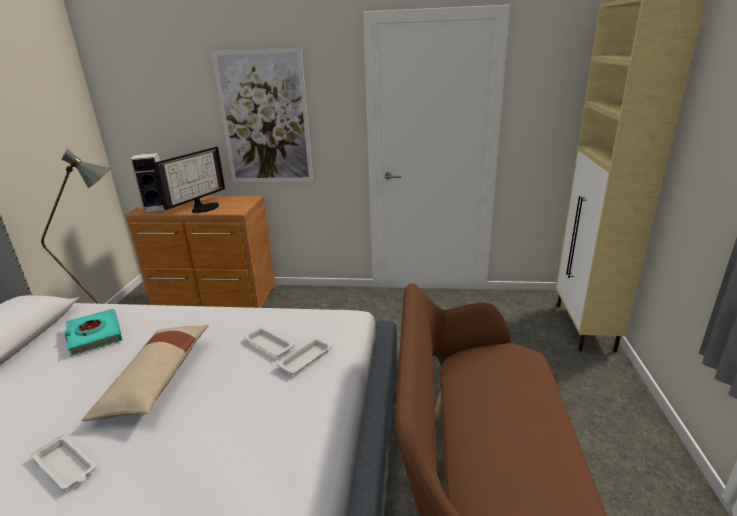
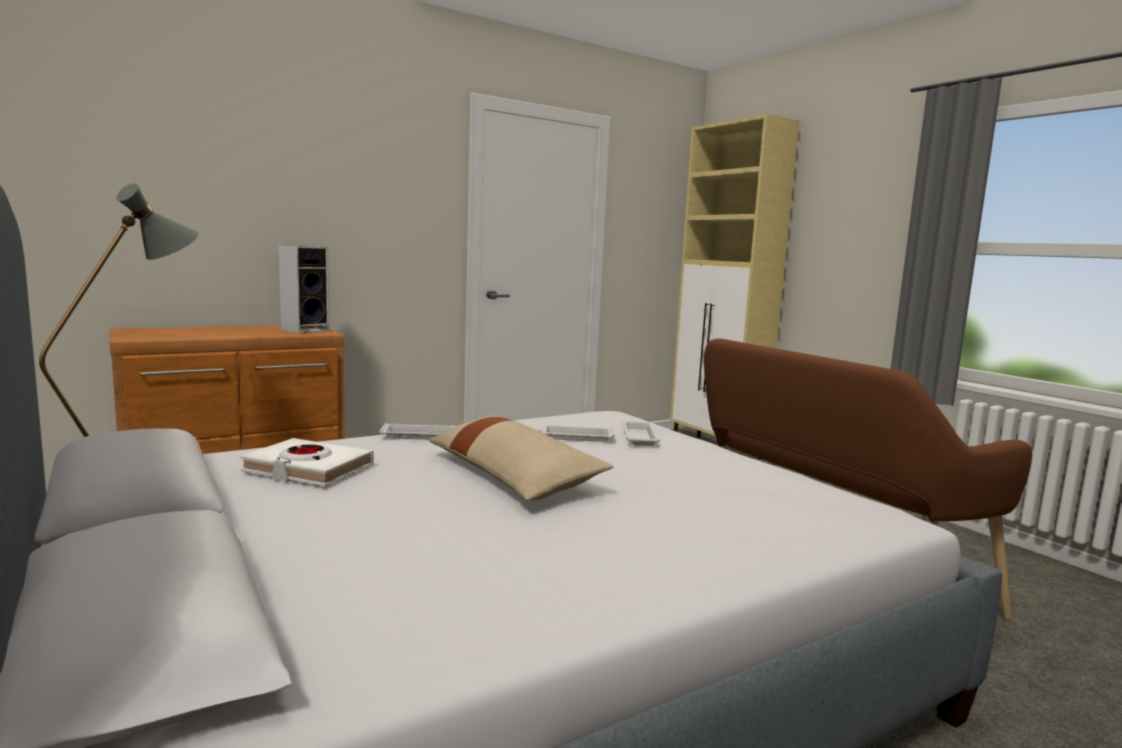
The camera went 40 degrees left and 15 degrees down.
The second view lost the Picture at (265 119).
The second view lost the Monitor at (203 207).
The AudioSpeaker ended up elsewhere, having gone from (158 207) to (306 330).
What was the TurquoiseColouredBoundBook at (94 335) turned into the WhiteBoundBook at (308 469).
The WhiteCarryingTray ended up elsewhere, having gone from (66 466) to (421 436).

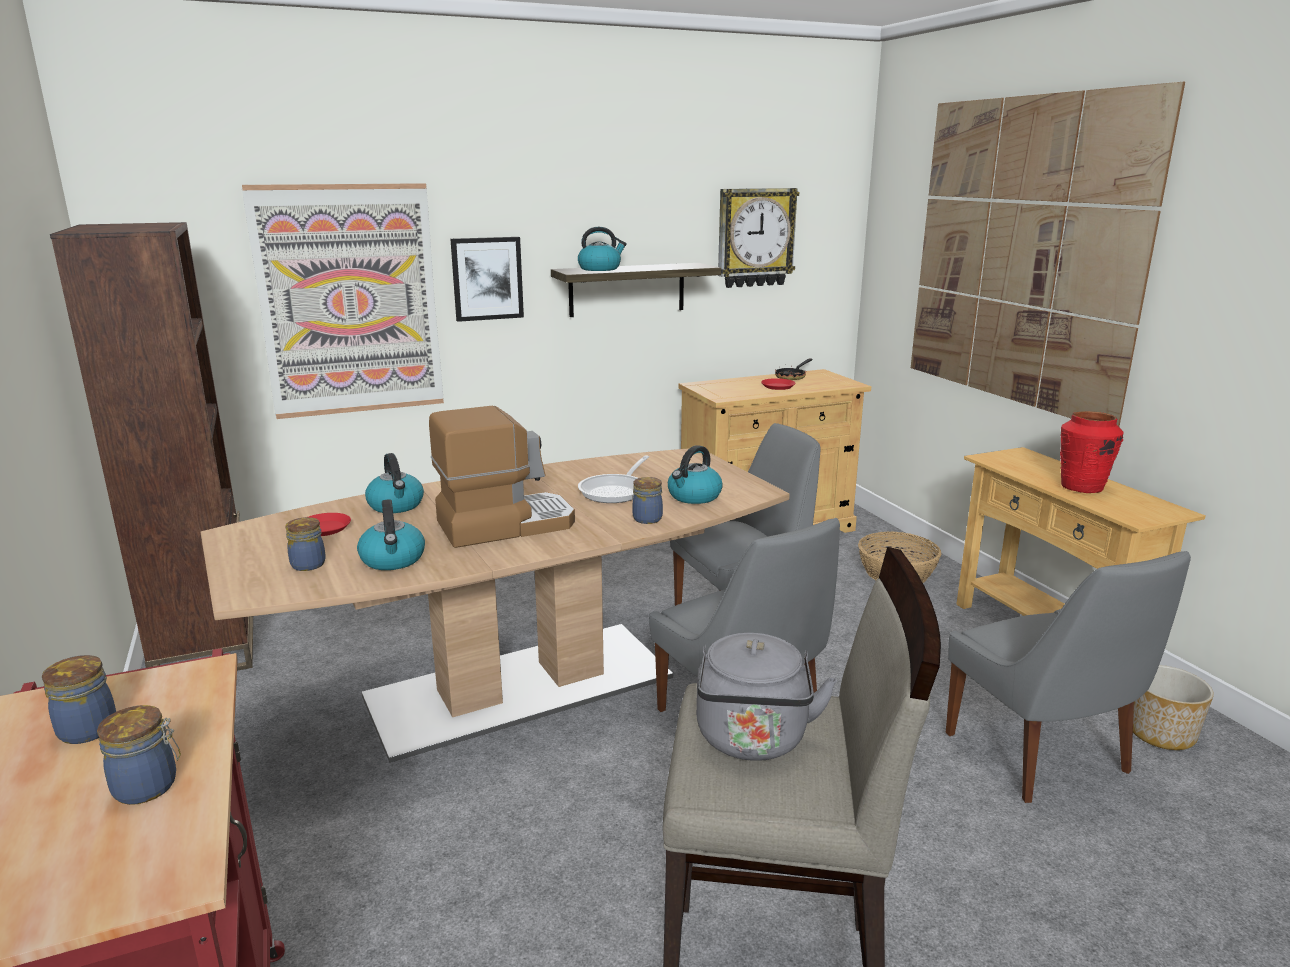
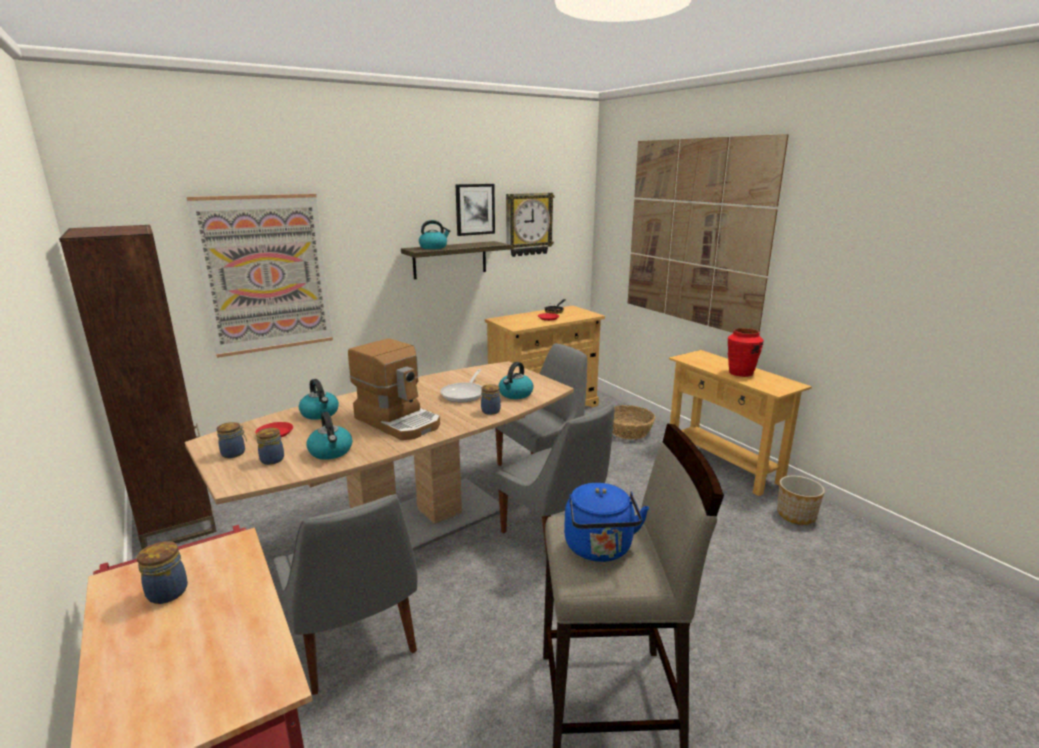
The camera went 10 degrees left and 0 degrees up.
The Picture ended up elsewhere, having gone from (487 278) to (475 209).
The CoffeeMaker at (505 524) ended up facing another way, 75 degrees clockwise from before.
The GreyChair ended up elsewhere, having gone from (1040 756) to (355 645).
What was the GreyTeaKettle at (752 741) turned into the BluishTeaKettle at (600 549).
The PreserveJar ended up elsewhere, having gone from (148 787) to (234 453).

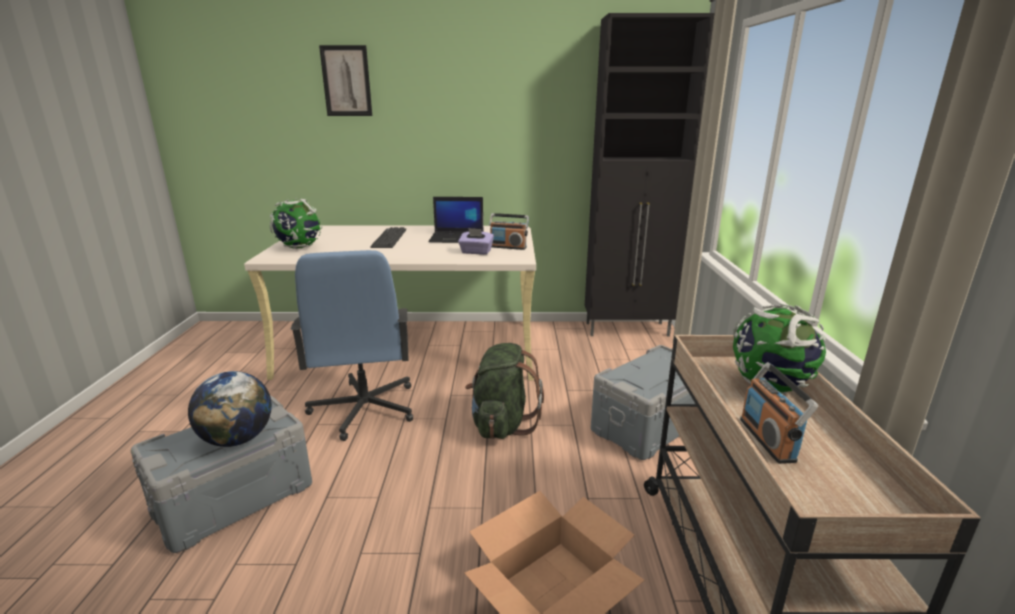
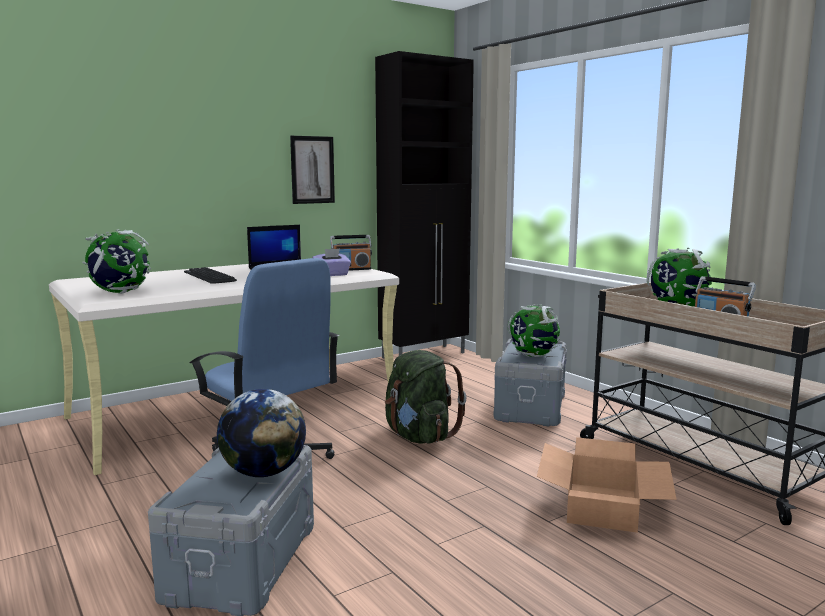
The camera went 35 degrees left and 10 degrees down.
The Picture ended up elsewhere, having gone from (346 81) to (312 170).
The second view gained the WorldGlobe at (533 356).

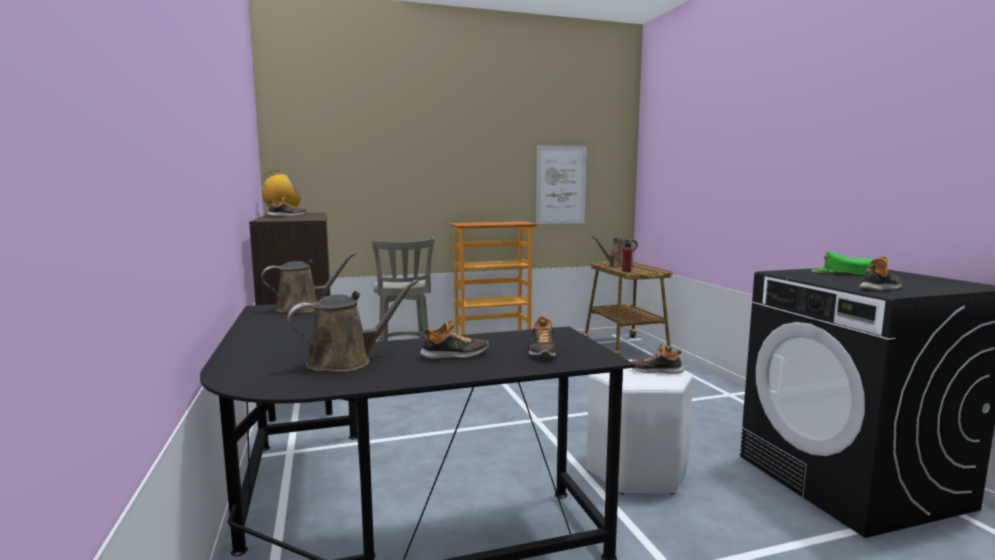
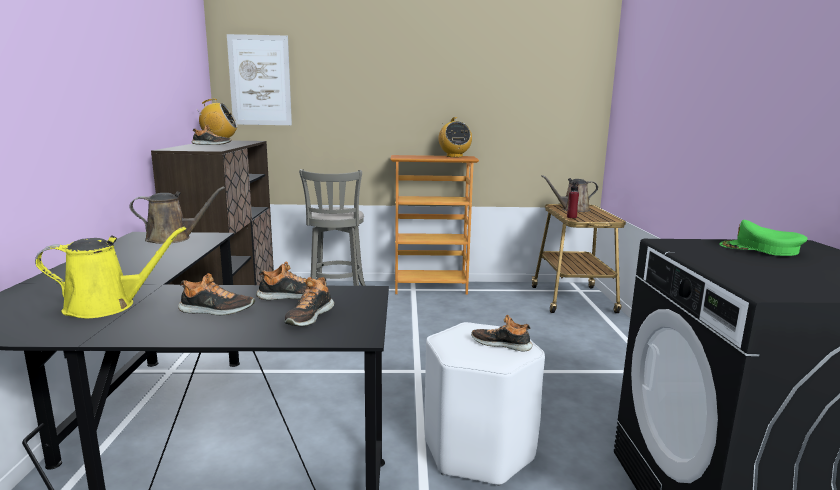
The camera went 15 degrees right and 5 degrees up.
The Picture ended up elsewhere, having gone from (561 185) to (260 80).
The Shoe ended up elsewhere, having gone from (880 288) to (292 296).
What was the BrownishSprinklingCan at (346 362) turned into the YellowishSprinklingCan at (107 306).
The second view gained the RadioReceiver at (454 156).

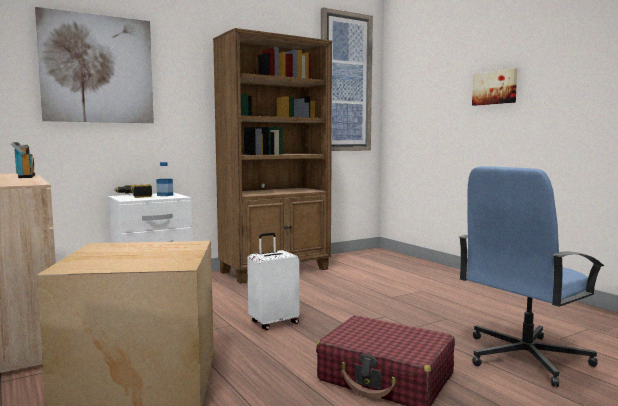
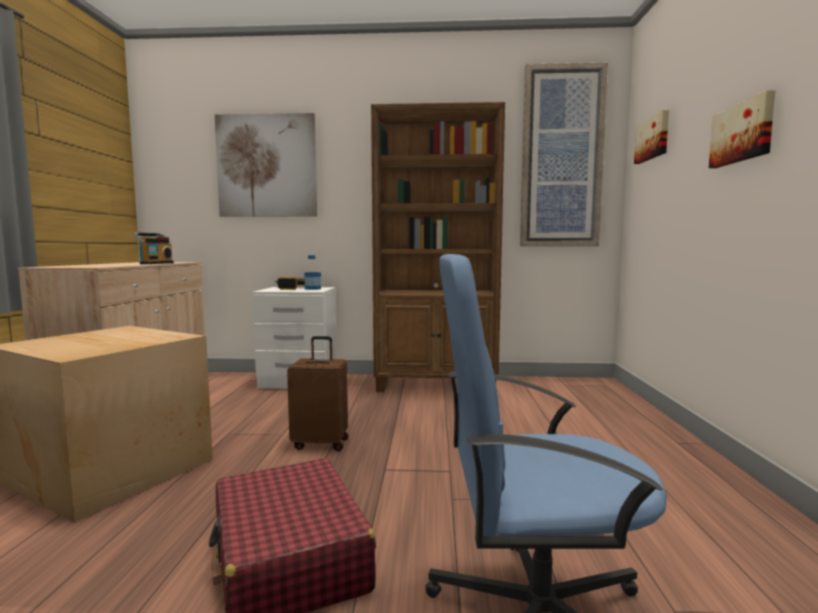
The camera went 35 degrees right and 0 degrees up.
What was the WhiteSuitcase at (273 323) turned into the BrownishSuitcase at (321 443).
The second view gained the Picture at (653 138).

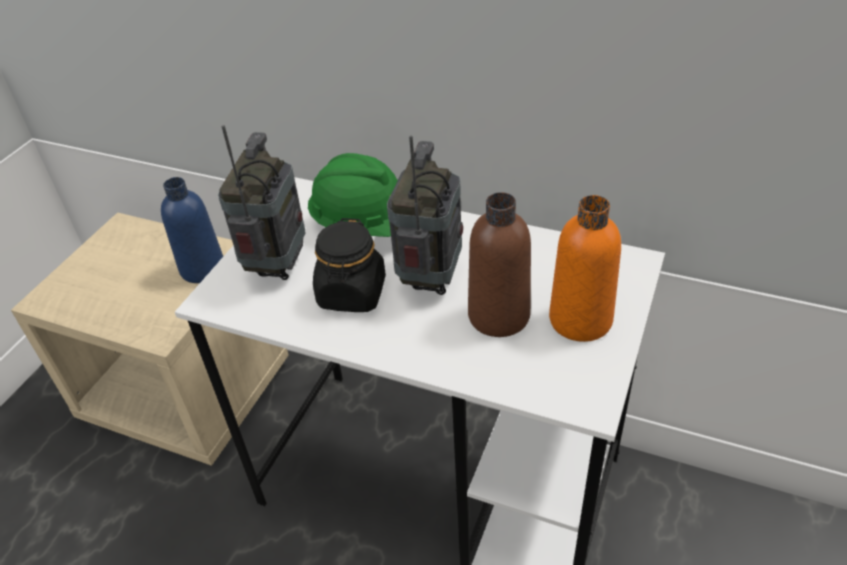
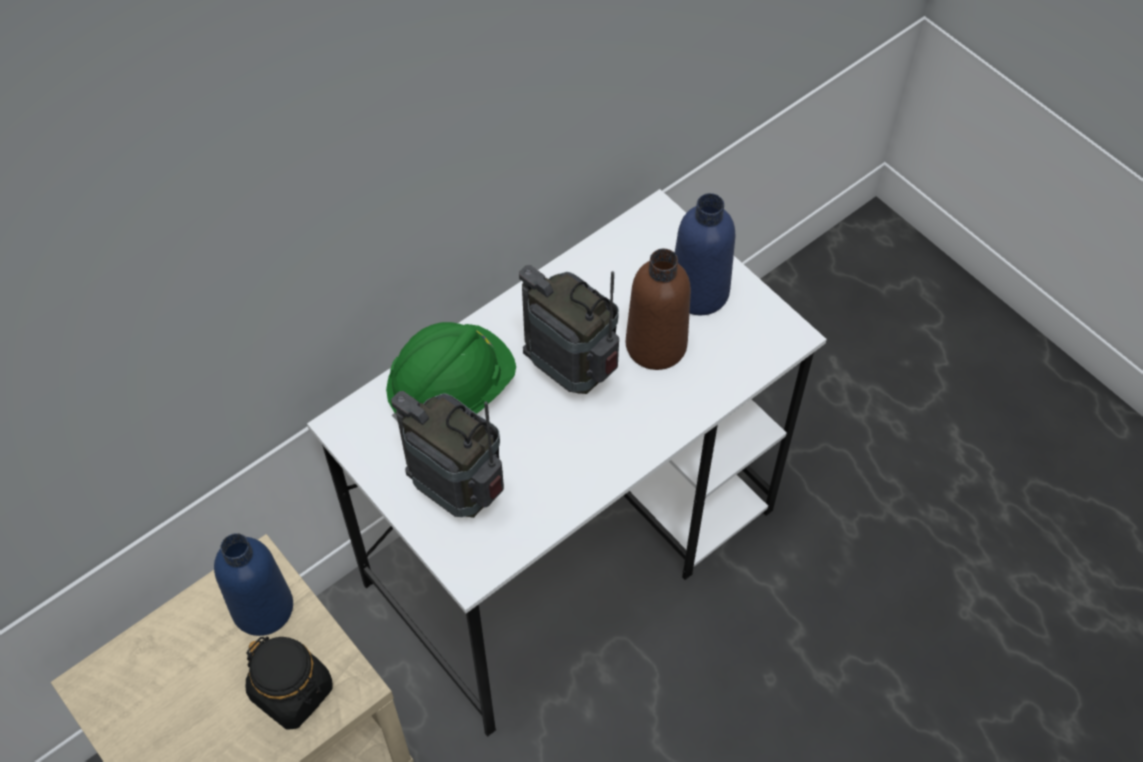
The camera went 65 degrees left and 15 degrees up.
What was the OrangeColouredBeverageBottle at (580 320) turned into the BluishBeverageBottle at (699 292).
The BlackishPreserveJar ended up elsewhere, having gone from (352 293) to (292 692).

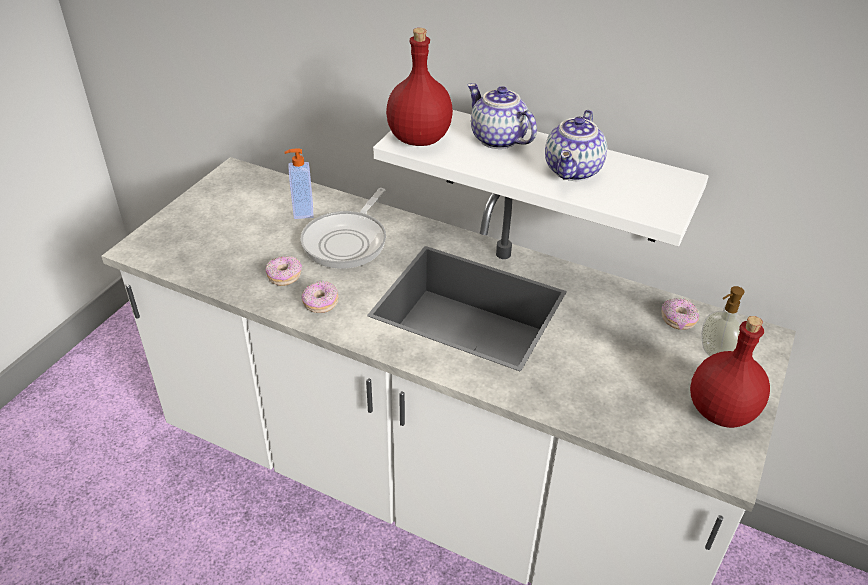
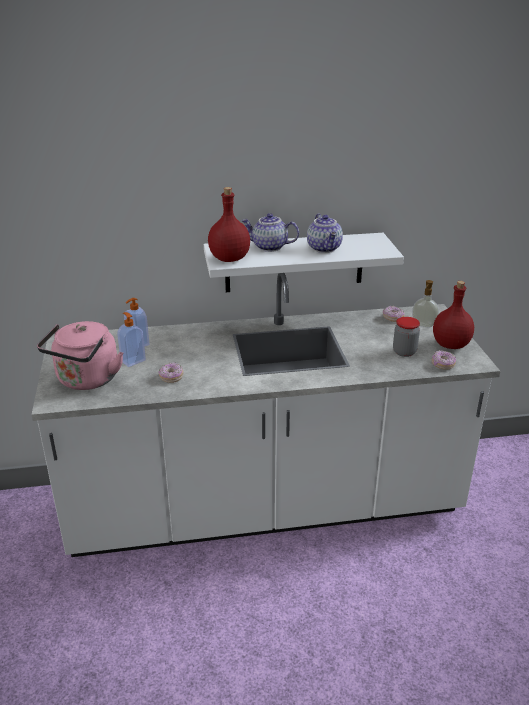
The camera went 35 degrees left and 10 degrees down.
The second view lost the Skillet at (347 241).
The Donut ended up elsewhere, having gone from (320 303) to (442 365).
The second view gained the SoapBottle at (132 360).
The second view gained the PreserveJar at (404 352).
The second view gained the PinkColouredTeaKettle at (86 380).

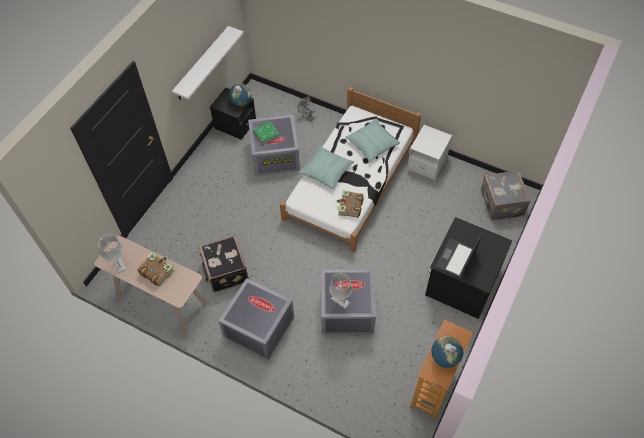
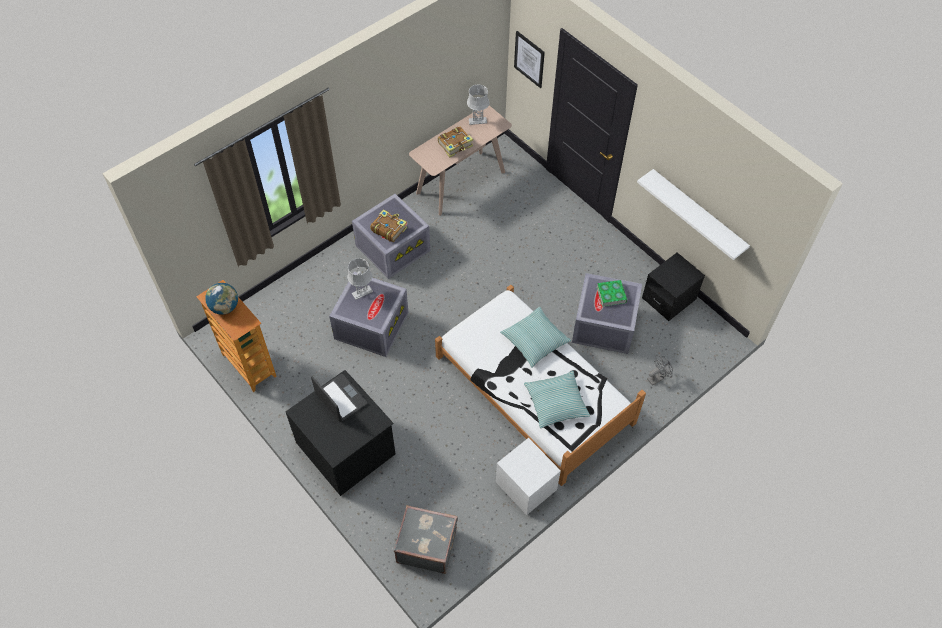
The camera went 110 degrees right and 0 degrees up.
The second view lost the WorldGlobe at (241 102).
The BoundBook ended up elsewhere, having gone from (350 207) to (388 229).
The second view lost the BlackishSuitcase at (225 271).
The second view gained the Picture at (529 59).

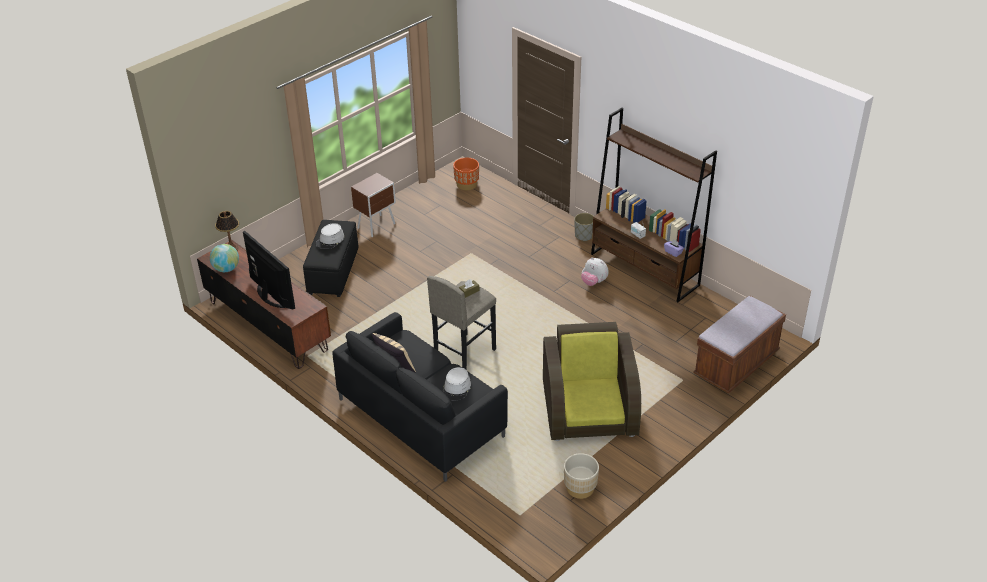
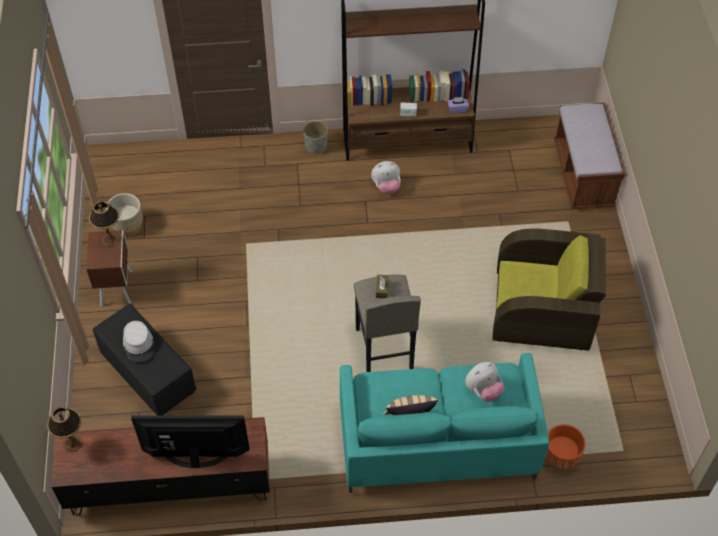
The camera went 50 degrees left and 15 degrees up.
The OrangeColouredPlanter ended up elsewhere, having gone from (466 184) to (560 458).
The second view lost the WorldGlobe at (226 269).
What was the BlackishCouch at (421 418) turned into the TurquoiseColouredCouch at (437 442).
The BrownishLoungeChair at (589 409) ended up facing another way, 150 degrees clockwise from before.
Where the GreyHat stood at (456 388), the PlushToy came to stand at (483 390).
The BeigePlanter ended up elsewhere, having gone from (580 488) to (128 226).
The second view gained the LampForATable at (110 240).

